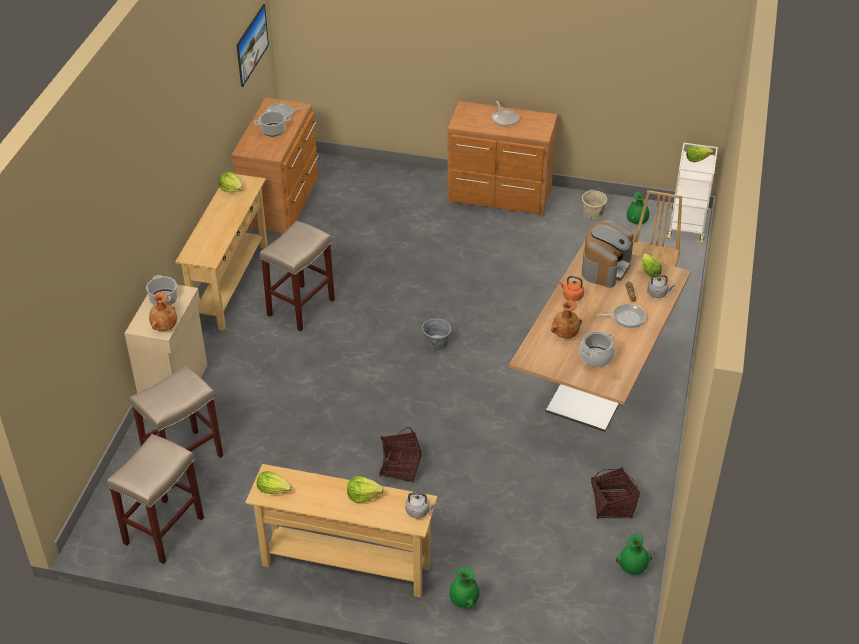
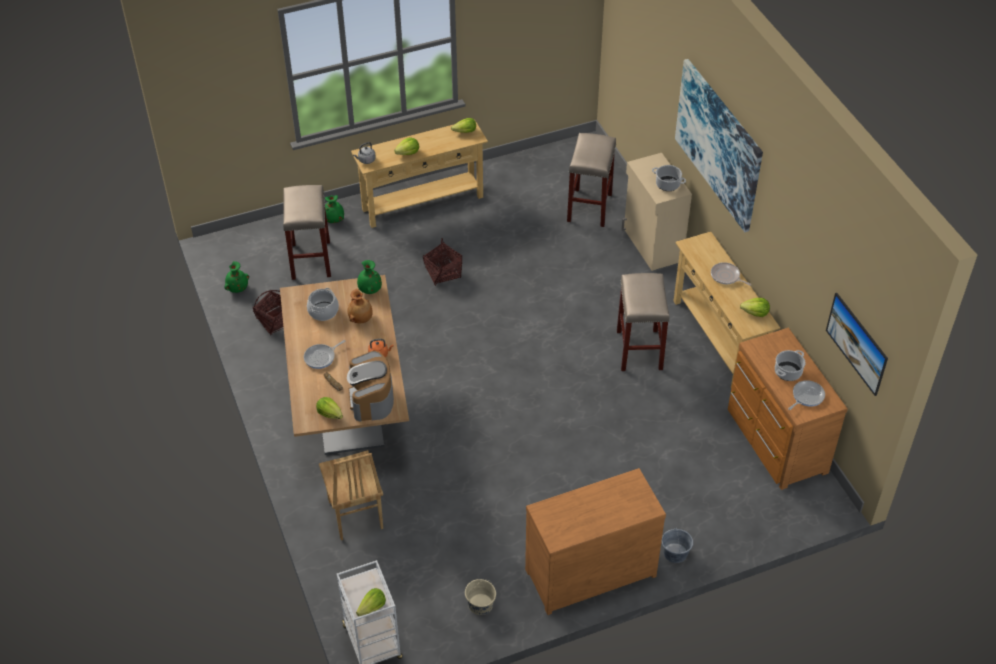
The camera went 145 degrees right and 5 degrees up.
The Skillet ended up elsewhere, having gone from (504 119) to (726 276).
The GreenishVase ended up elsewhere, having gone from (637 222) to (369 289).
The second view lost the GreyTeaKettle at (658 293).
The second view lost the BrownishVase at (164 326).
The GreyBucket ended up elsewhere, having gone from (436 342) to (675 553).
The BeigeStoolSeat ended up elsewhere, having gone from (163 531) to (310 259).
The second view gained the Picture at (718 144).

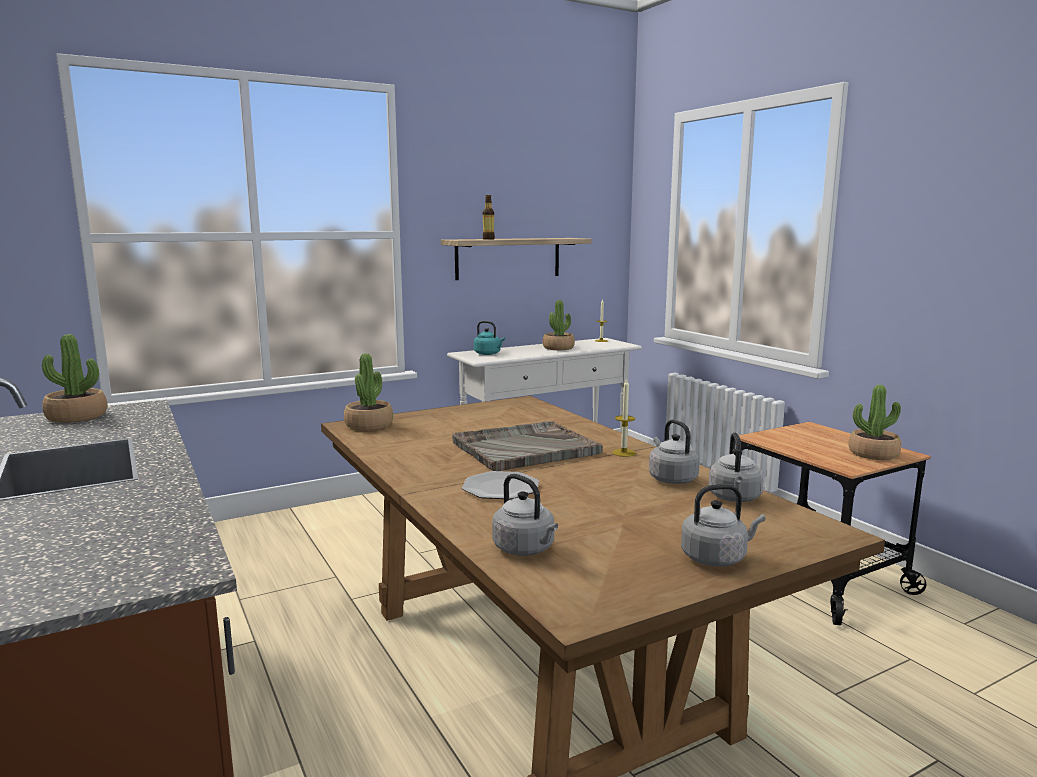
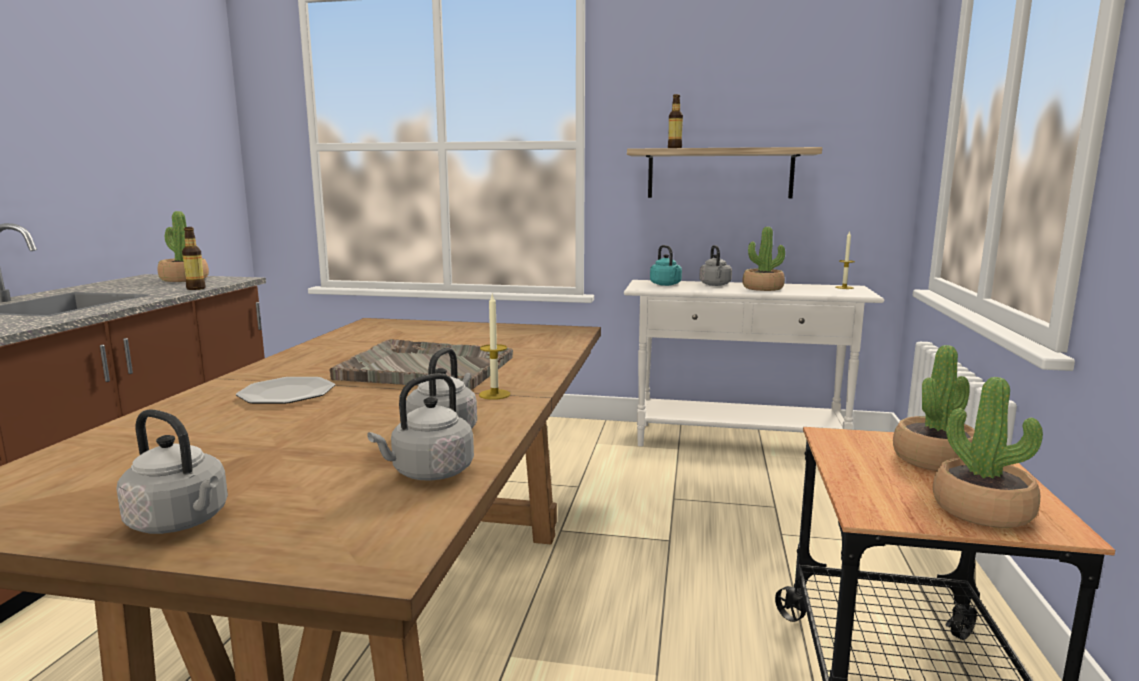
The camera went 40 degrees right and 0 degrees up.
The PlantInAPot ended up elsewhere, having gone from (369 425) to (934 459).
The GreyTeaKettle ended up elsewhere, having gone from (526 549) to (715 285).
The second view gained the BeverageBottle at (196 288).

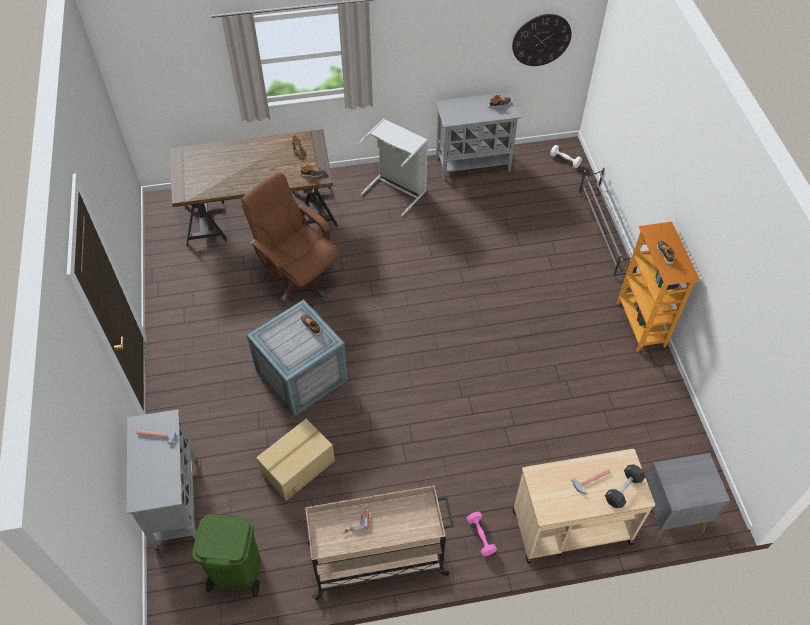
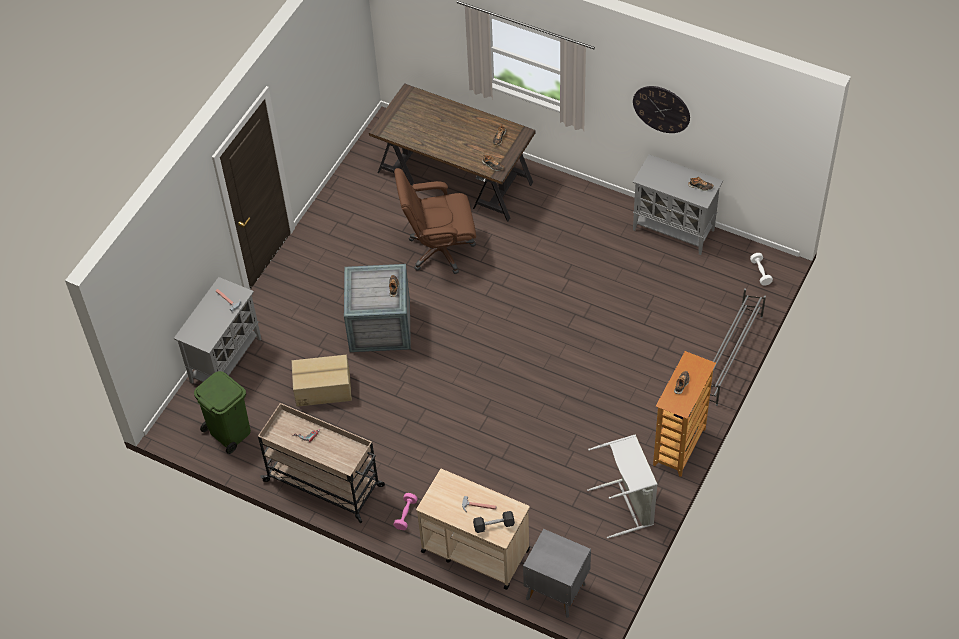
The camera went 40 degrees right and 0 degrees up.
The WallClock ended up elsewhere, having gone from (541 40) to (661 109).
The GreyWashingBasket ended up elsewhere, having gone from (397 189) to (627 505).
The BrownishOfficeChair at (299 280) ended up facing another way, 90 degrees counterclockwise from before.

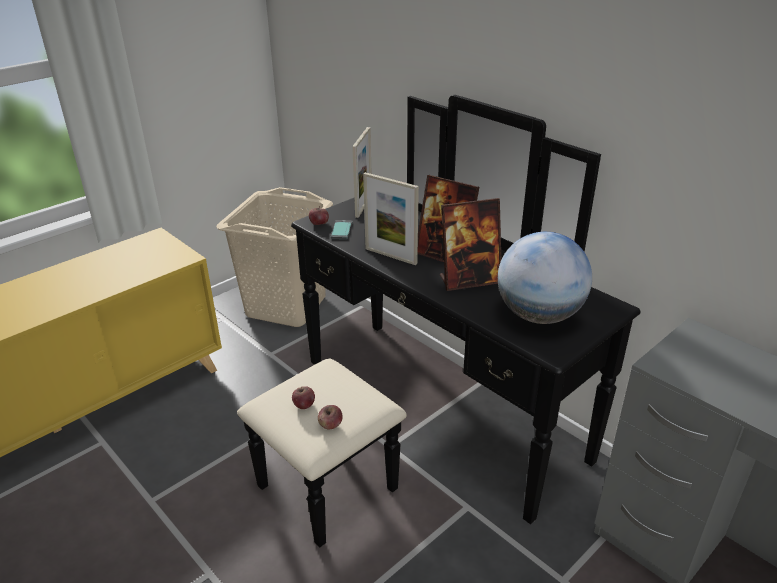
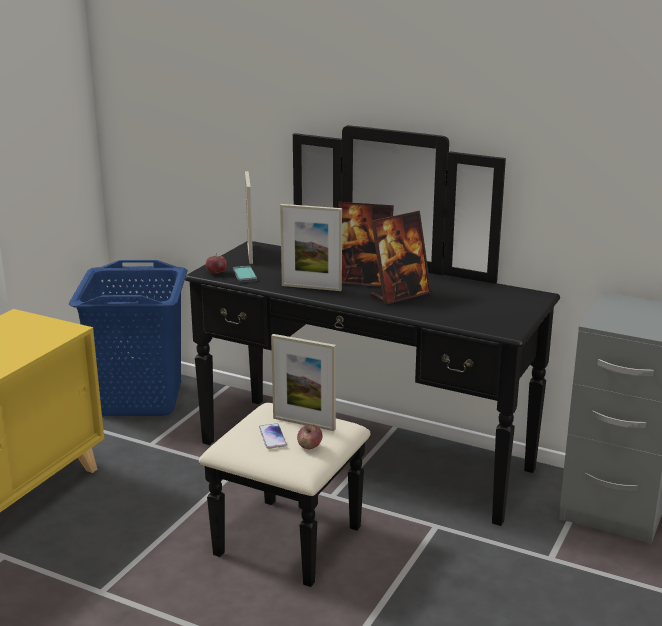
The camera went 20 degrees left and 10 degrees down.
What was the BeigeWashingBasket at (285 306) turned into the BluishWashingBasket at (139 399).
The second view lost the WorldGlobe at (539 315).
Where the Apple stood at (304 405), the Phone came to stand at (272 437).
The second view gained the PictureFrame at (304 423).

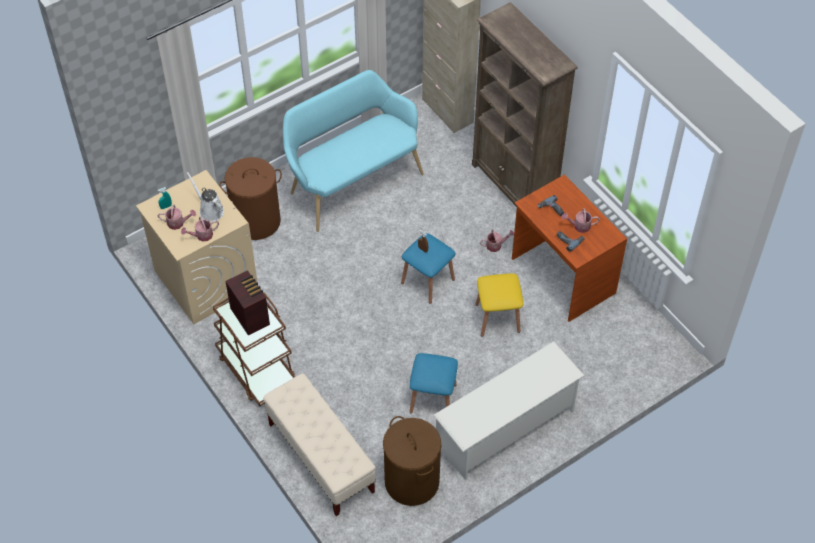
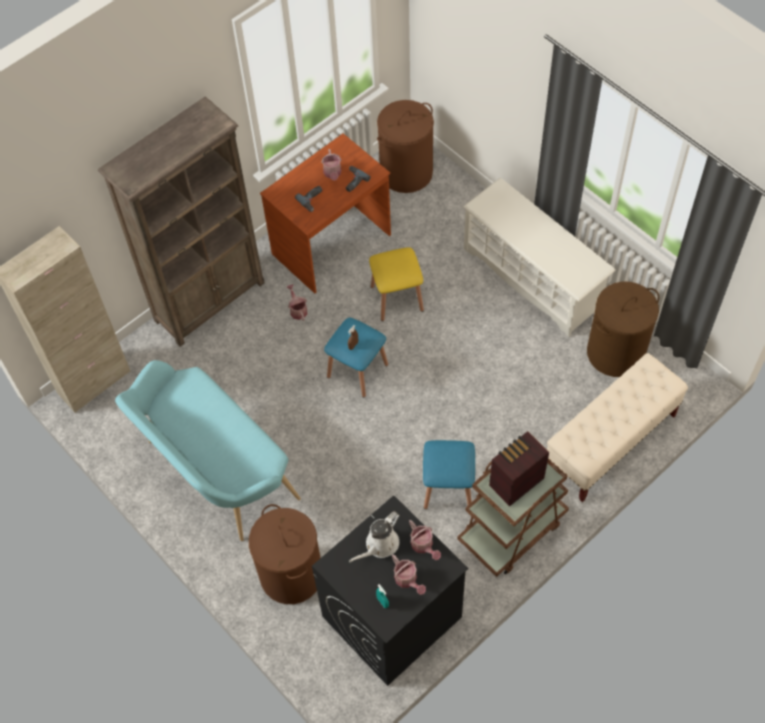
The camera went 95 degrees left and 5 degrees up.
What was the BeigeLaundryAppliance at (205 279) turned into the BlackishLaundryAppliance at (391 617).
The SprinklingCan at (178 223) ended up facing another way, 150 degrees clockwise from before.
The BluishStoolSeat ended up elsewhere, having gone from (433 398) to (448 487).
The second view gained the BrownishWashingBasket at (406 172).

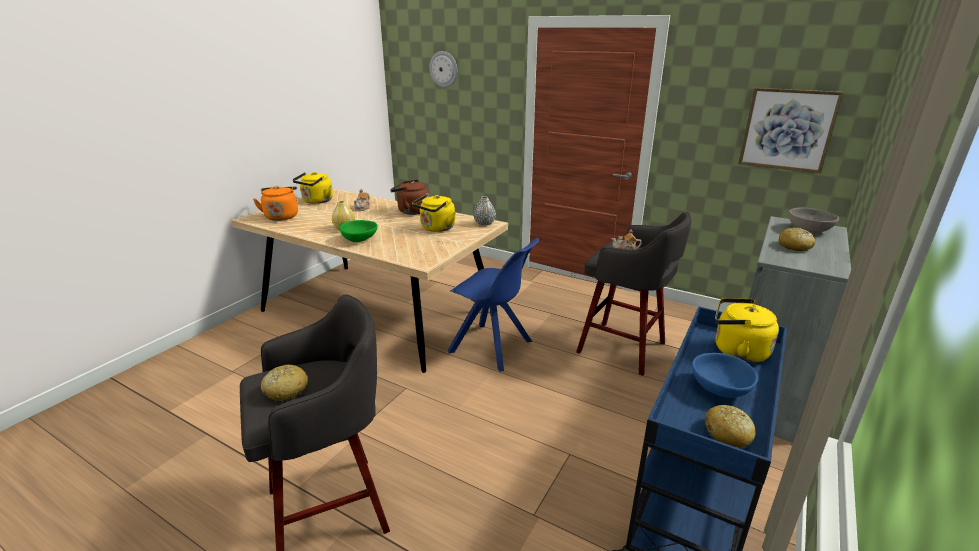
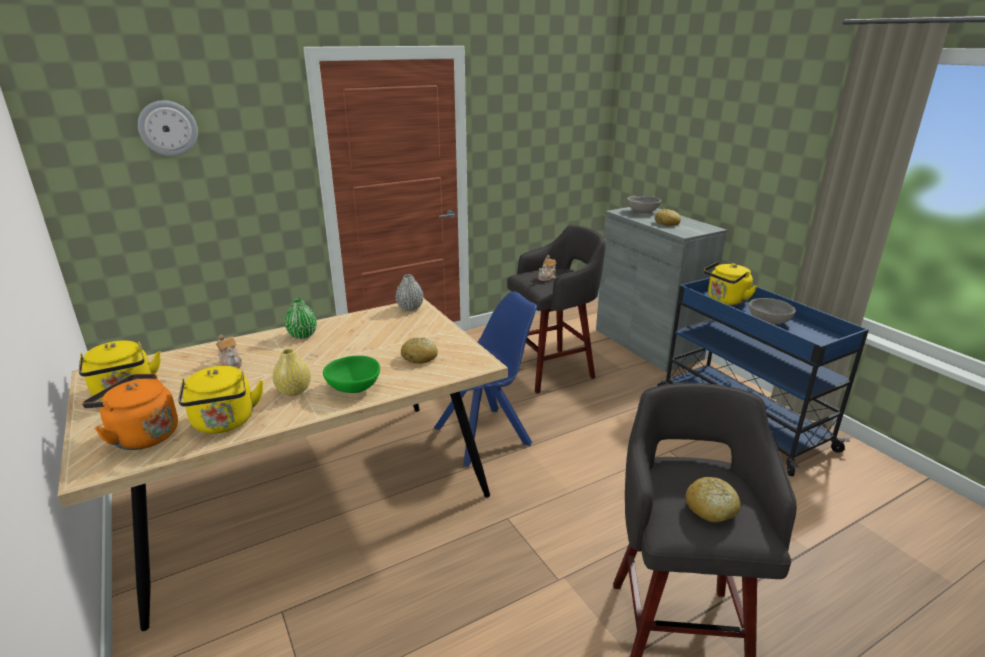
The camera went 60 degrees left and 0 degrees up.
The second view lost the Picture at (787 129).
Where the BrownishTeaKettle stood at (411 211), the GreenishVase came to stand at (302 335).
The YellowishTeaKettle ended up elsewhere, having gone from (436 228) to (224 423).
What was the BluishDeepDish at (720 389) turned into the GreyDeepDish at (769 321).
The BakeryBread ended up elsewhere, having gone from (728 433) to (420 357).

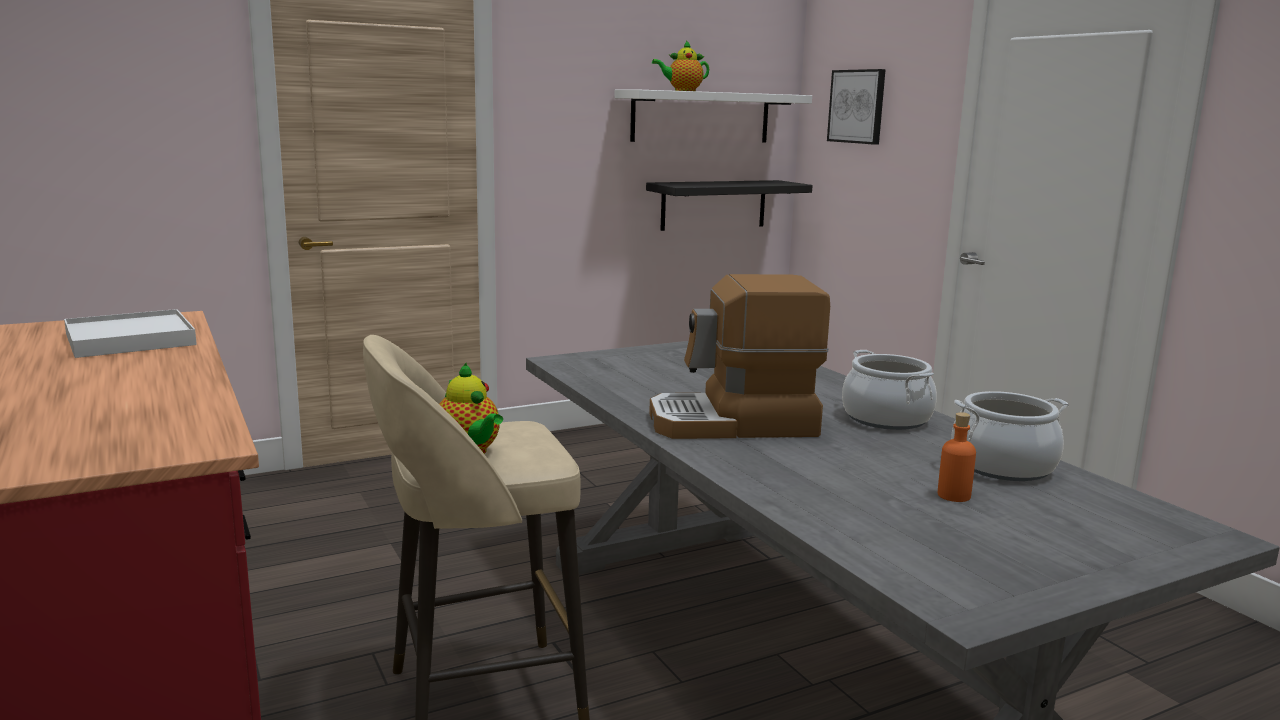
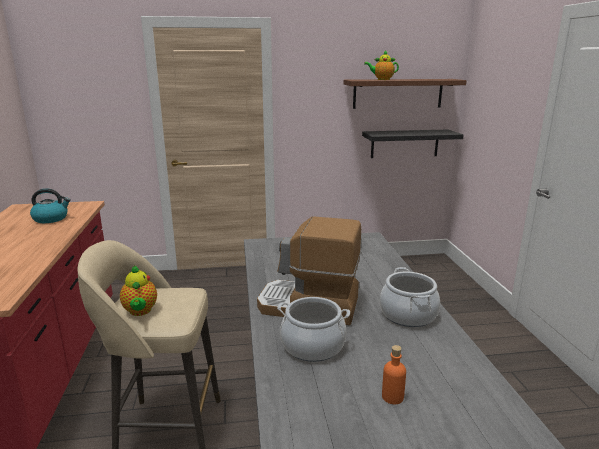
The camera went 20 degrees right and 5 degrees up.
The second view lost the Picture at (857 106).
What was the WhiteWallShelf at (701 117) turned into the BrownishWallShelf at (398 93).
Where the WhiteCarryingTray stood at (130 339), the TeaKettle came to stand at (51 219).
The Stockpot ended up elsewhere, having gone from (1002 466) to (313 345).

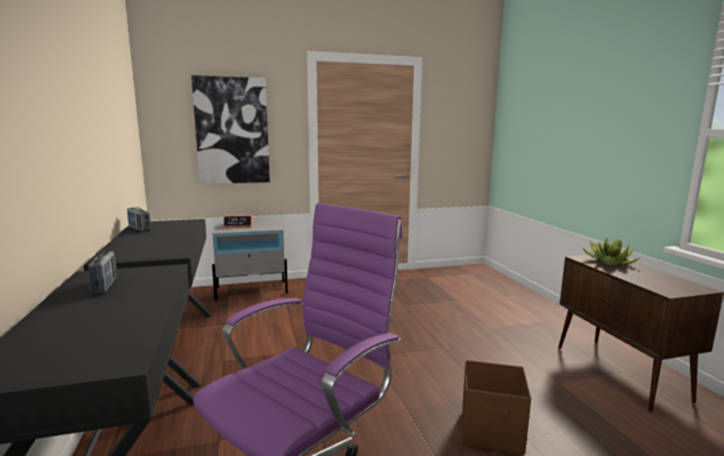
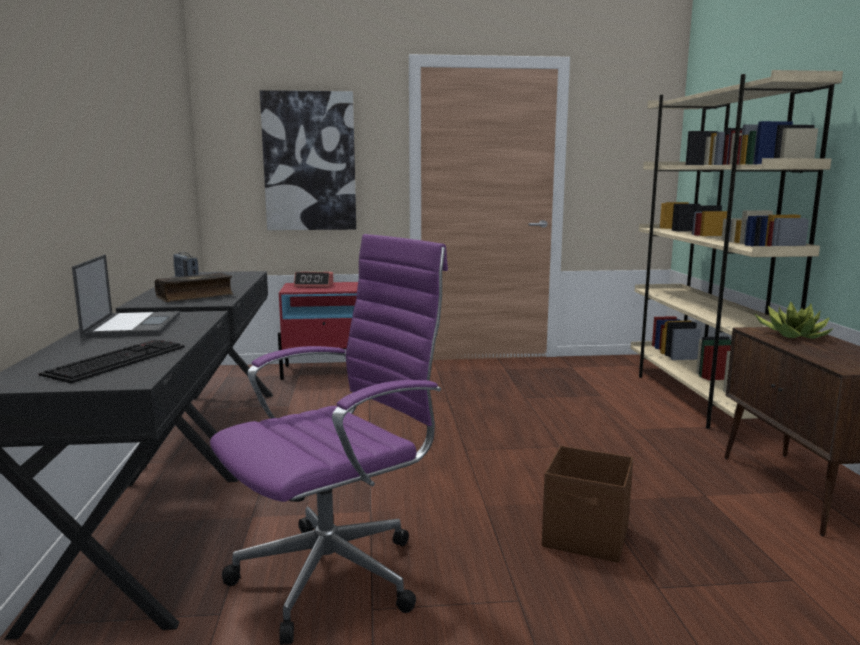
The camera went 10 degrees right and 0 degrees up.
What was the GreyBedsideTable at (252 290) turned into the RedColouredBedsideTable at (329 371).
Where the RadioReceiver stood at (105 286), the PortableComputer came to stand at (133 325).
The second view gained the BeigeShelvingUnit at (699 399).
The second view gained the BoundBook at (195 296).
The second view gained the ComputerKeyboard at (117 360).

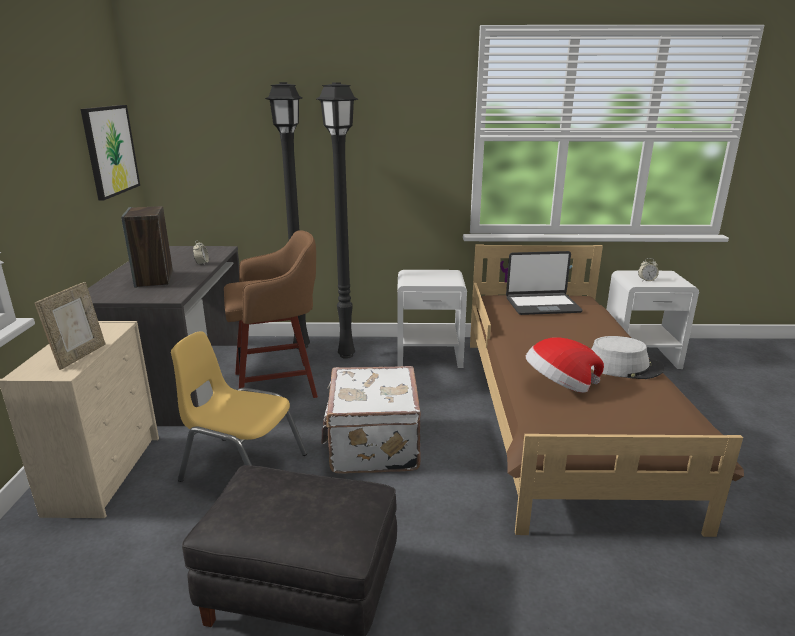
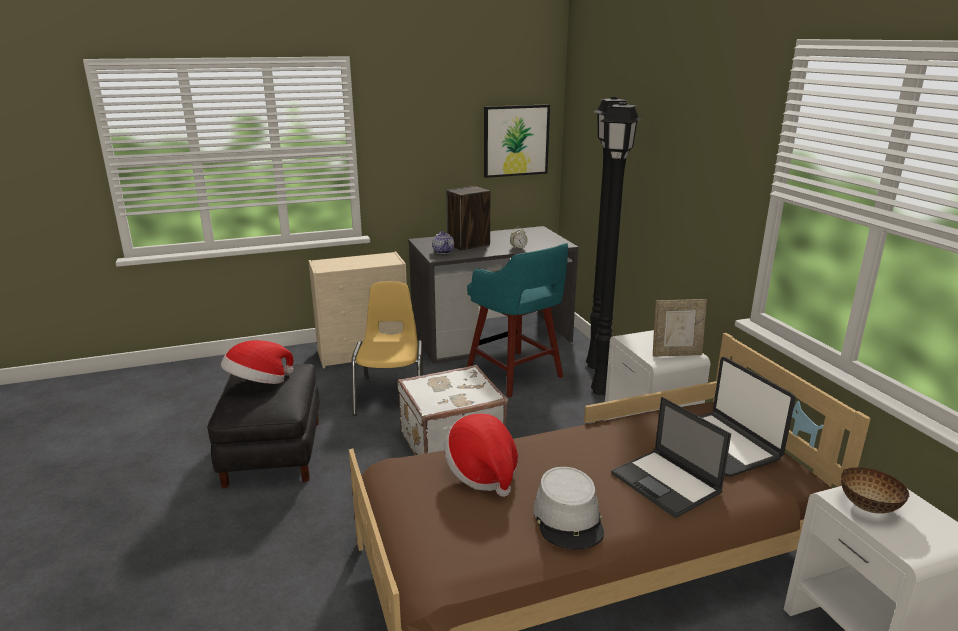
The camera went 70 degrees right and 0 degrees up.
What was the BrownishStoolSeat at (278 384) turned into the TurquoiseColouredStoolSeat at (516 375).
Where the TableClock stood at (646 280), the DeepDish came to stand at (869 506).
The PictureFrame ended up elsewhere, having gone from (80 356) to (676 354).
The second view gained the TeaPot at (444 252).
The second view gained the Hat at (258 384).
The second view gained the PortableComputer at (666 483).

